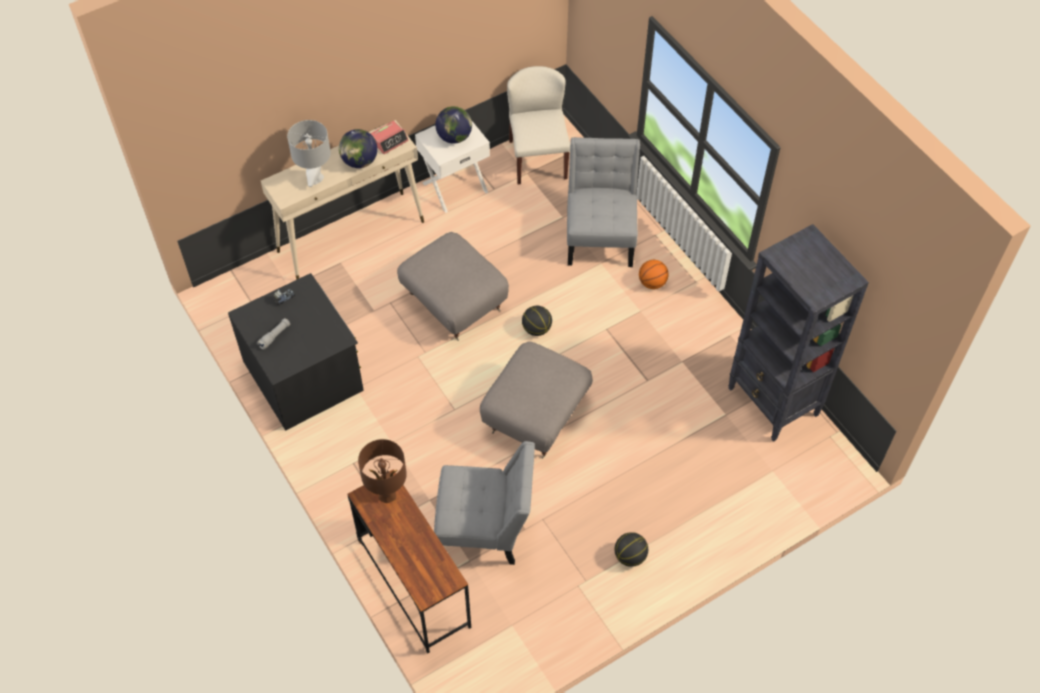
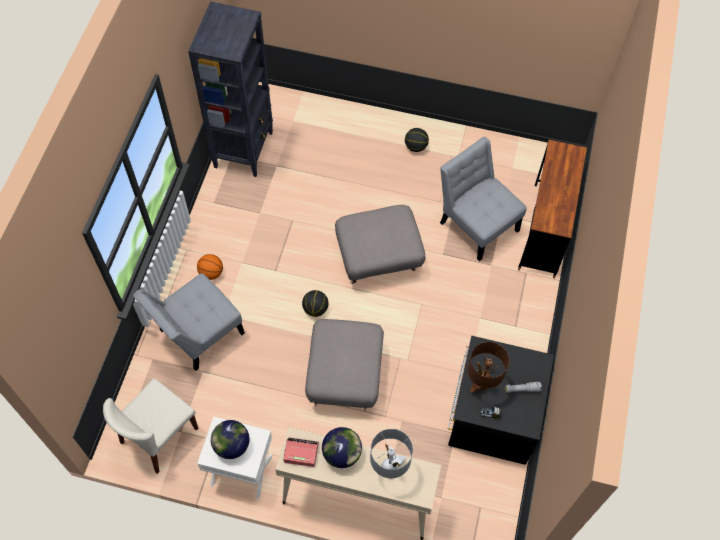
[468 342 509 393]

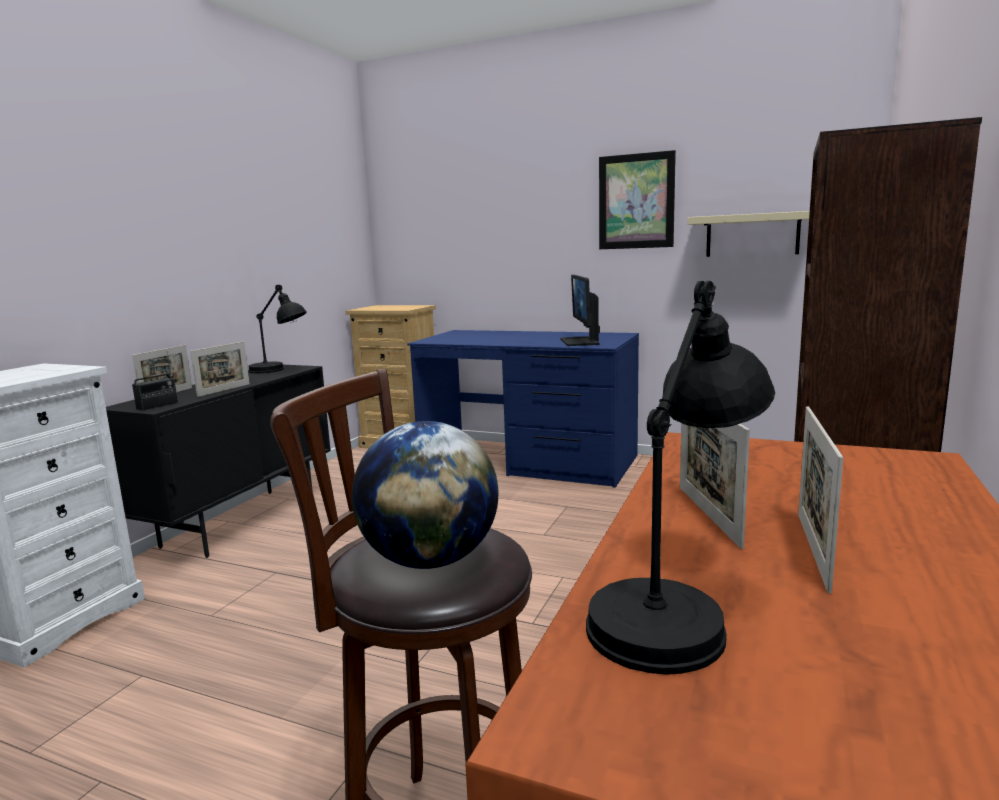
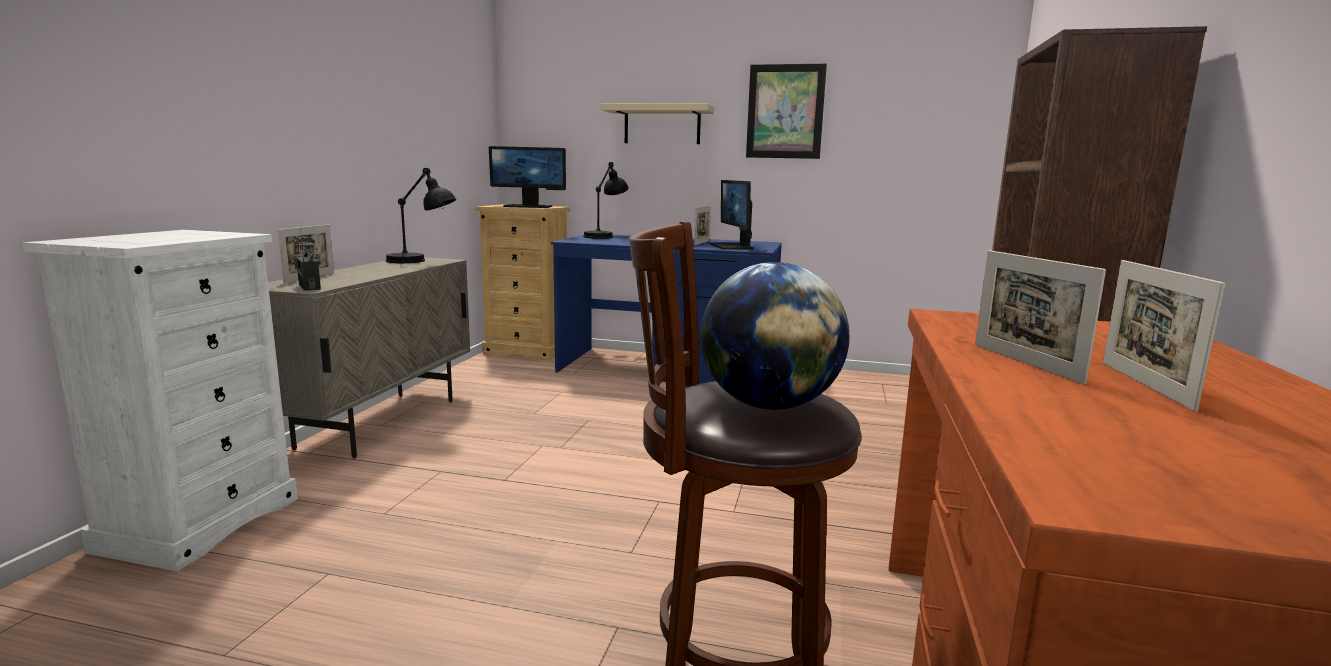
[489 146 566 208]
[694 206 711 245]
[583 162 629 239]
[601 103 714 144]
[268 257 470 459]
[296 229 321 291]

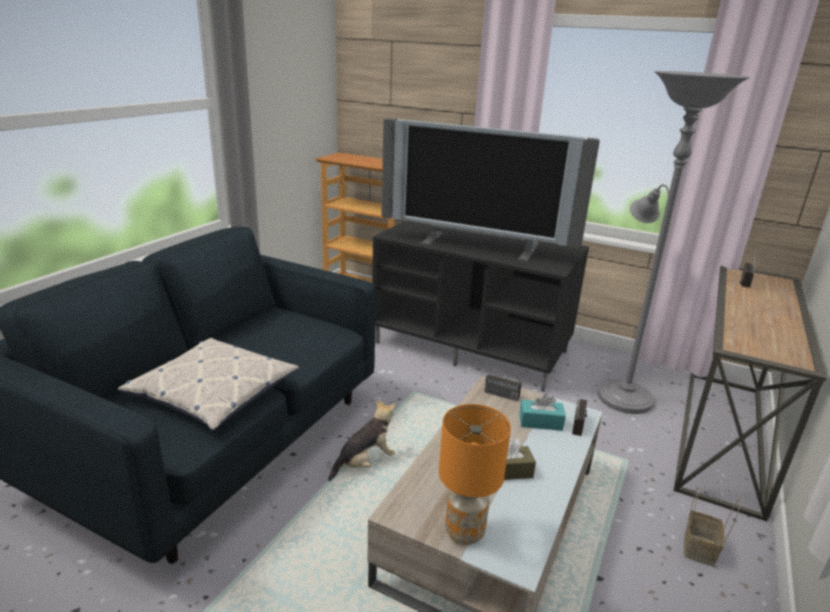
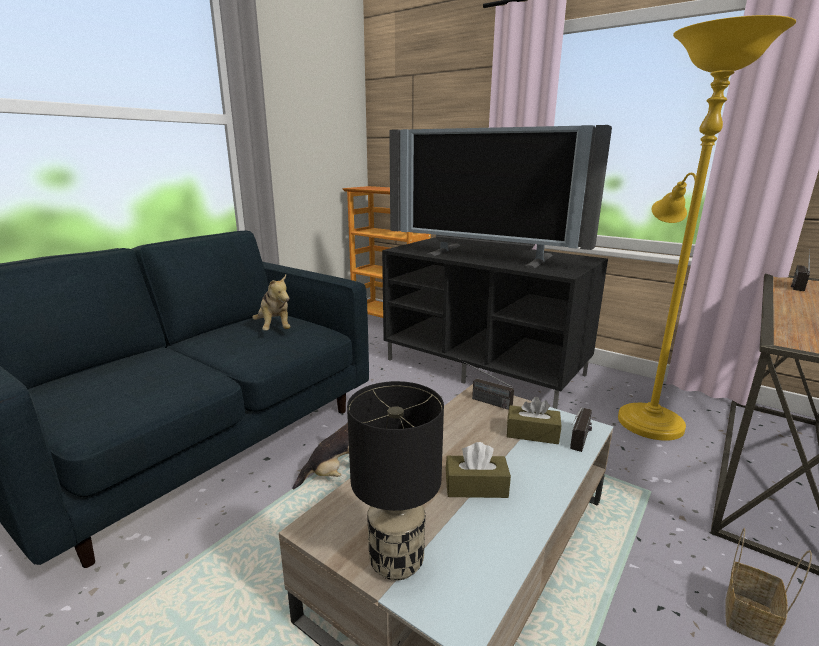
[118 338 299 430] (first image)
[252 275 291 331]
[347 381 444 581]
[507 397 561 444]
[618 15 796 441]

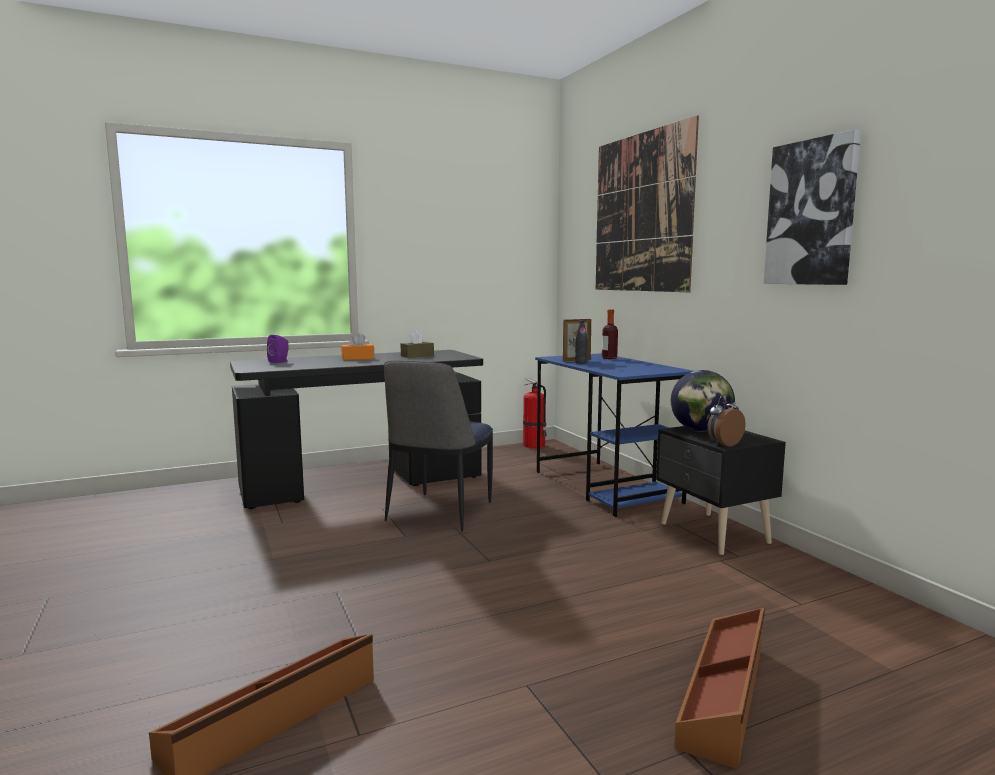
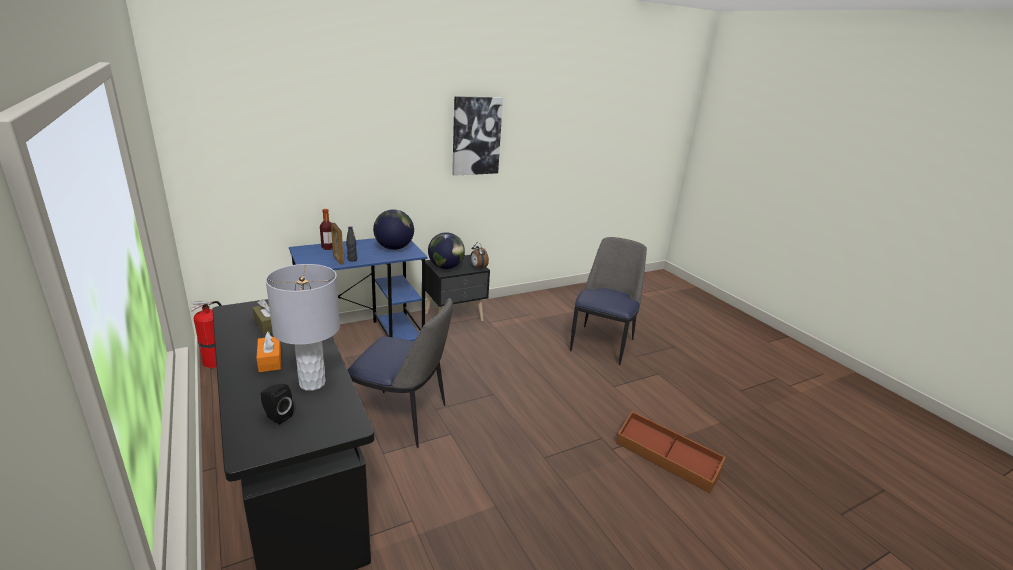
[596 115 699 292] (first image)
[265 264 340 391]
[373 209 414 250]
[570 237 647 365]
[261 384 294 424]

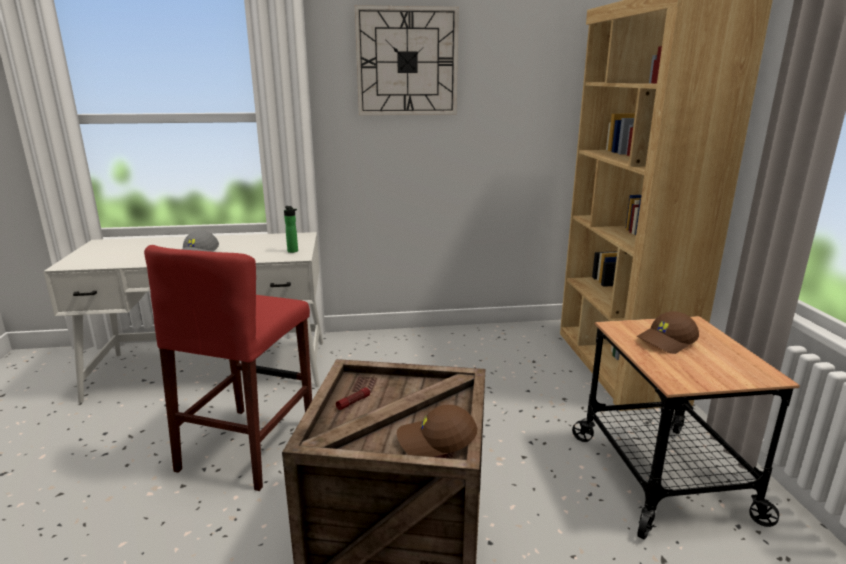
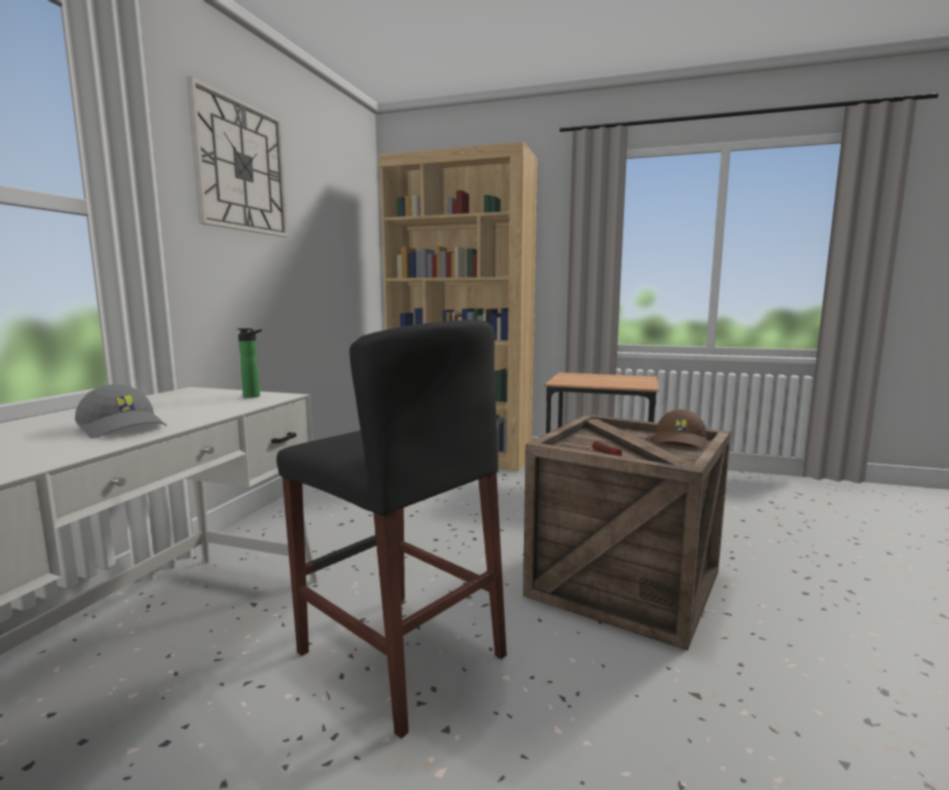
[637 311 699 354] (first image)
[277 320 507 739]

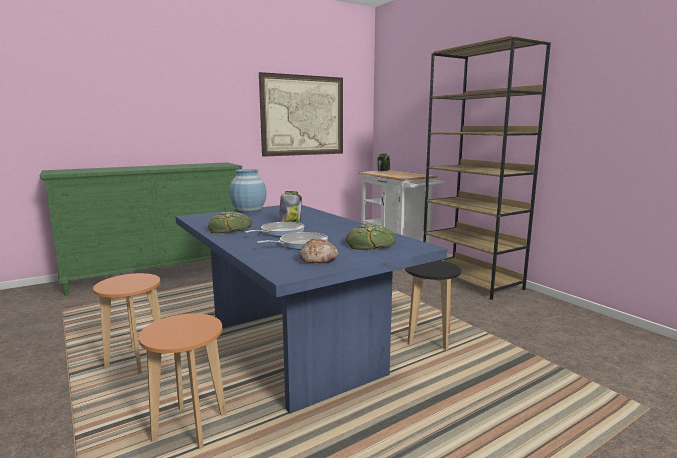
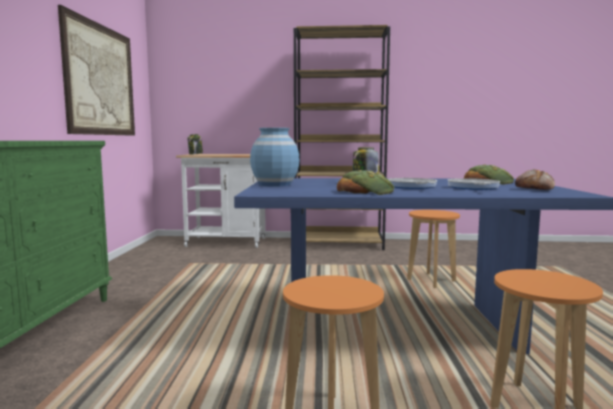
[407 210 460 288]

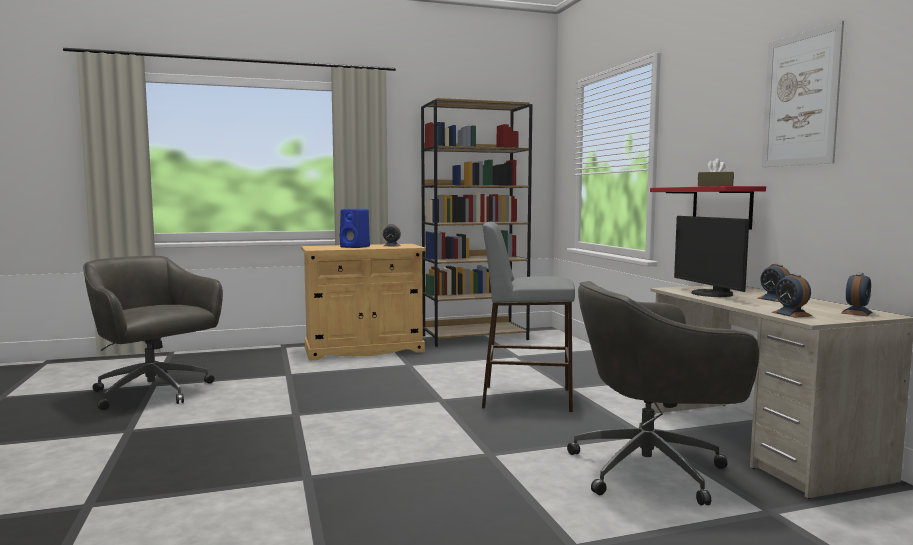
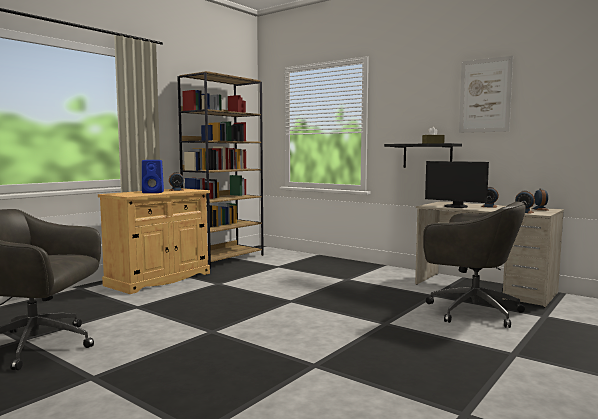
[482 222 575 412] (first image)
[384 143 462 168]
[423 201 526 328]

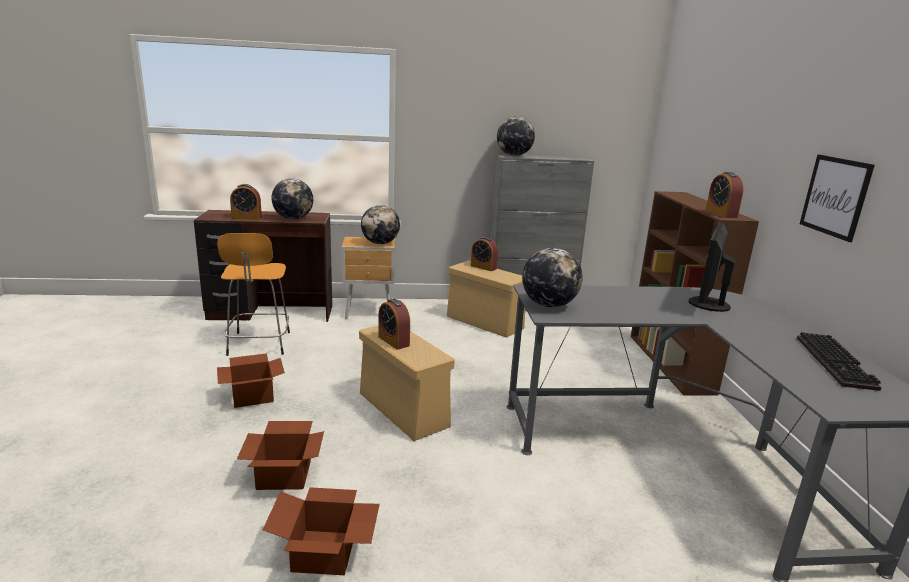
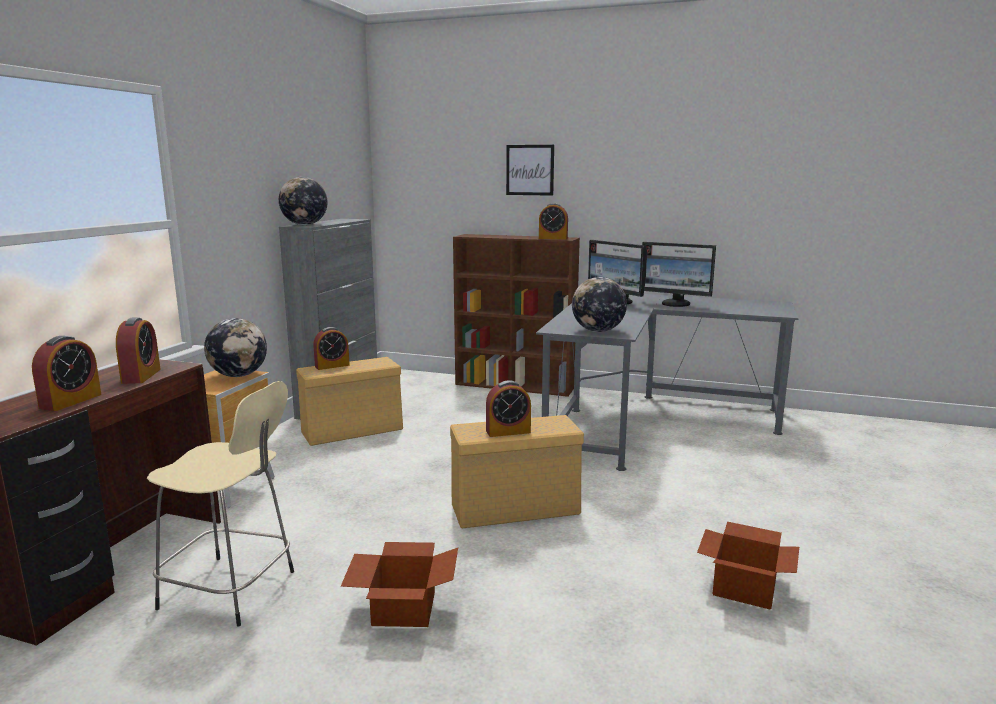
[237 421 324 490] (first image)
[797 332 882 391] (first image)
[642 242 716 307]
[506 145 554 196]
[116 317 161 384]
[147 381 294 627]

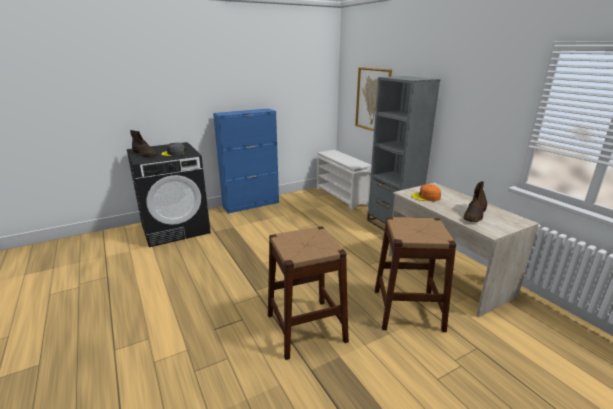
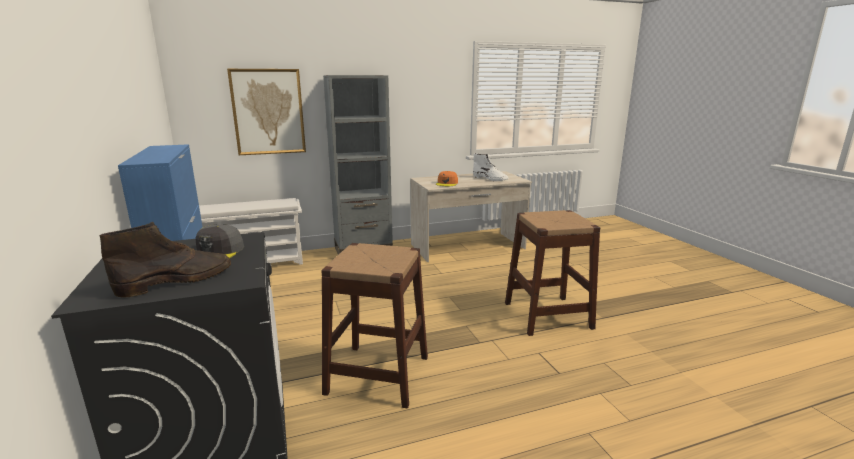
[321 243 428 409]
[473 153 508 181]

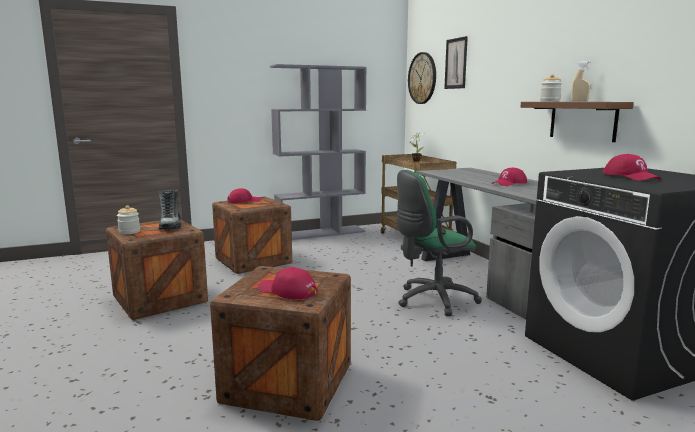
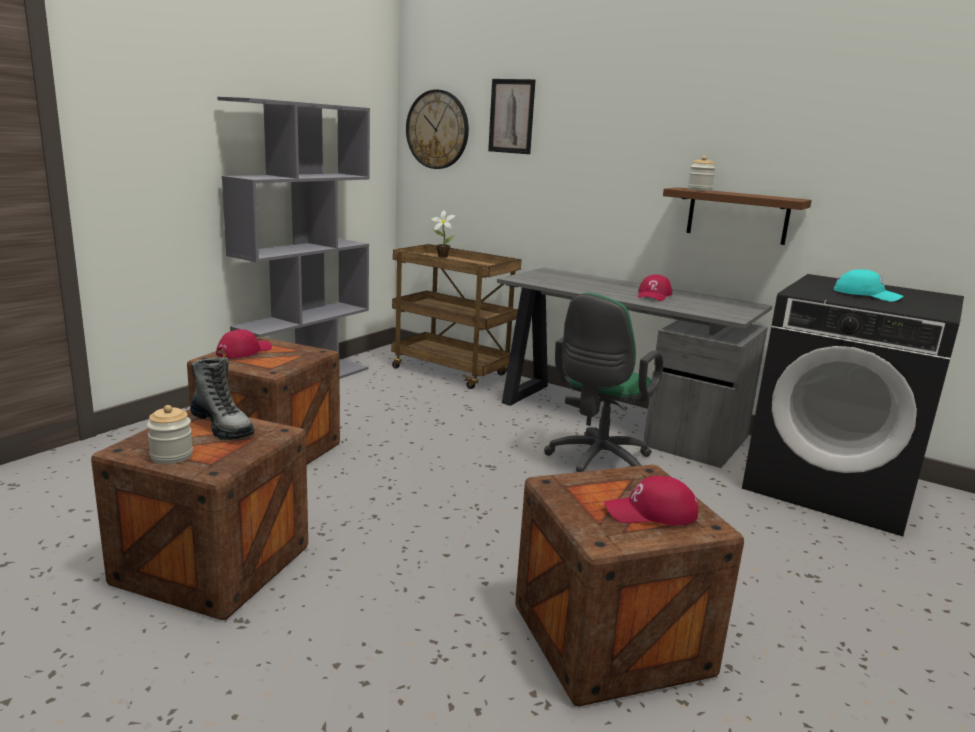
[571 61 591 102] (first image)
[834 269 903 302]

